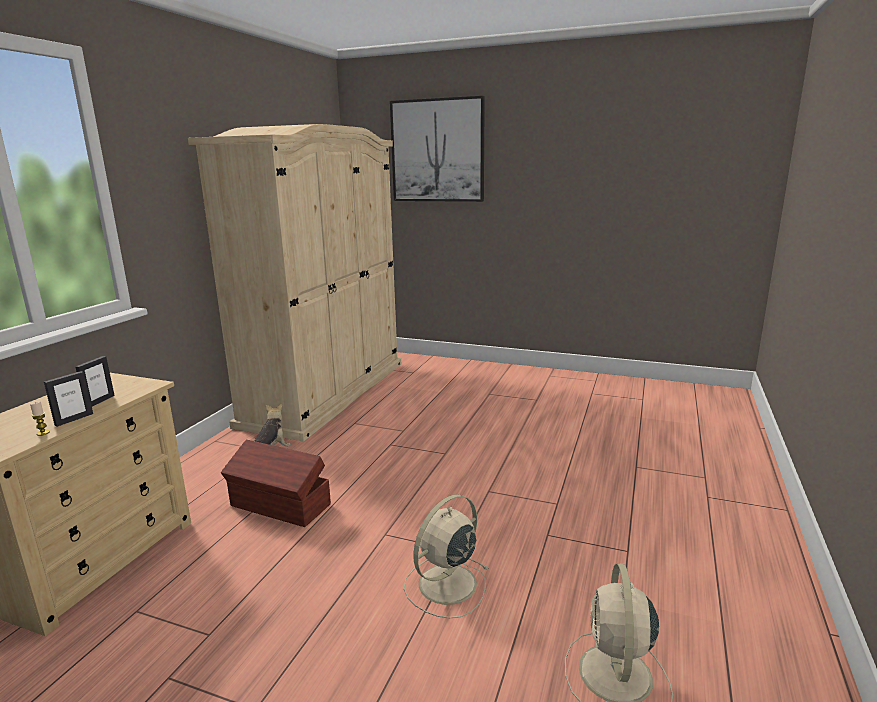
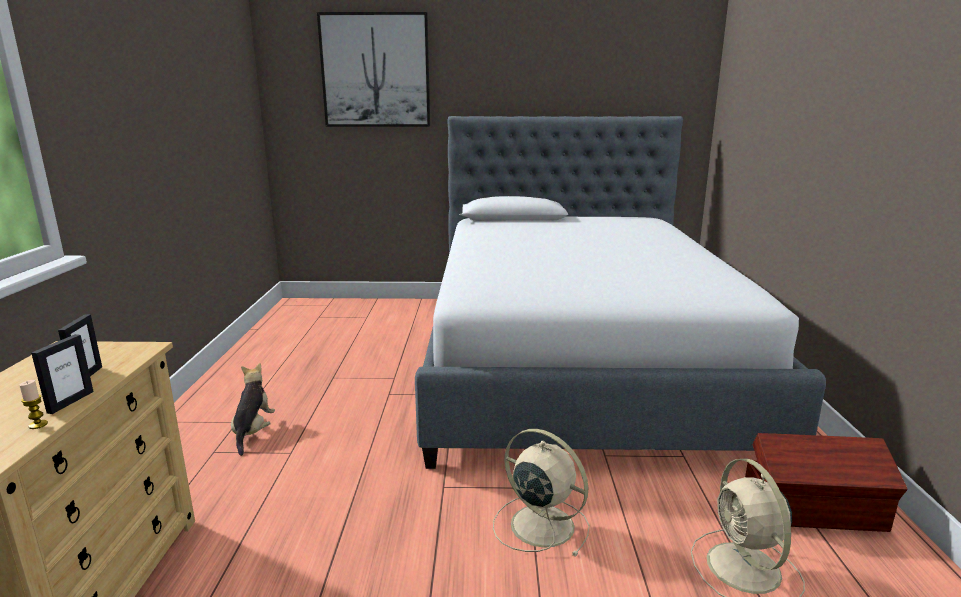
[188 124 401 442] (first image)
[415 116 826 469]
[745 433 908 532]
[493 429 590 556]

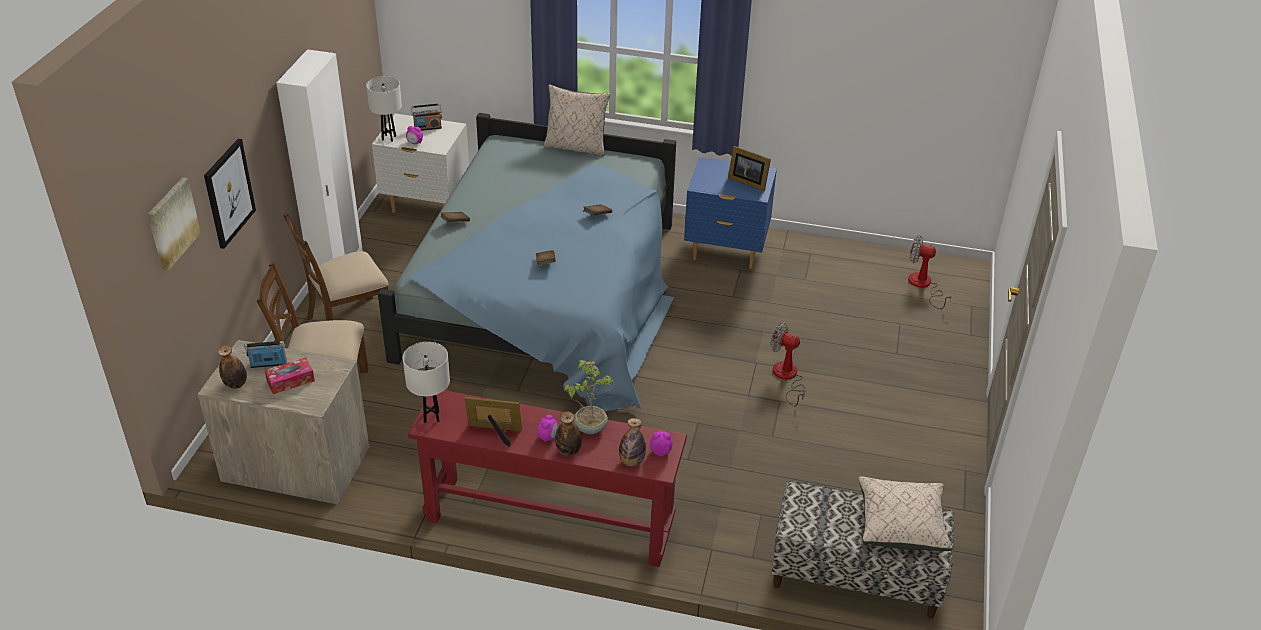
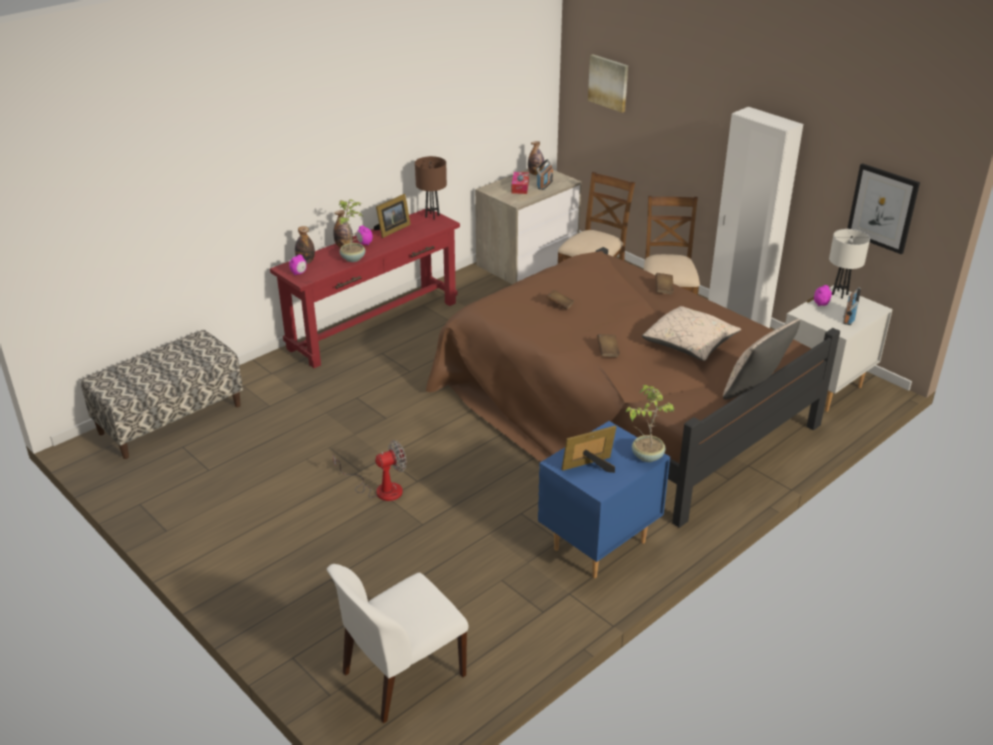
[625 385 675 462]
[847 163 920 254]
[642 306 741 361]
[327 564 469 723]
[426 247 840 528]
[415 156 447 220]

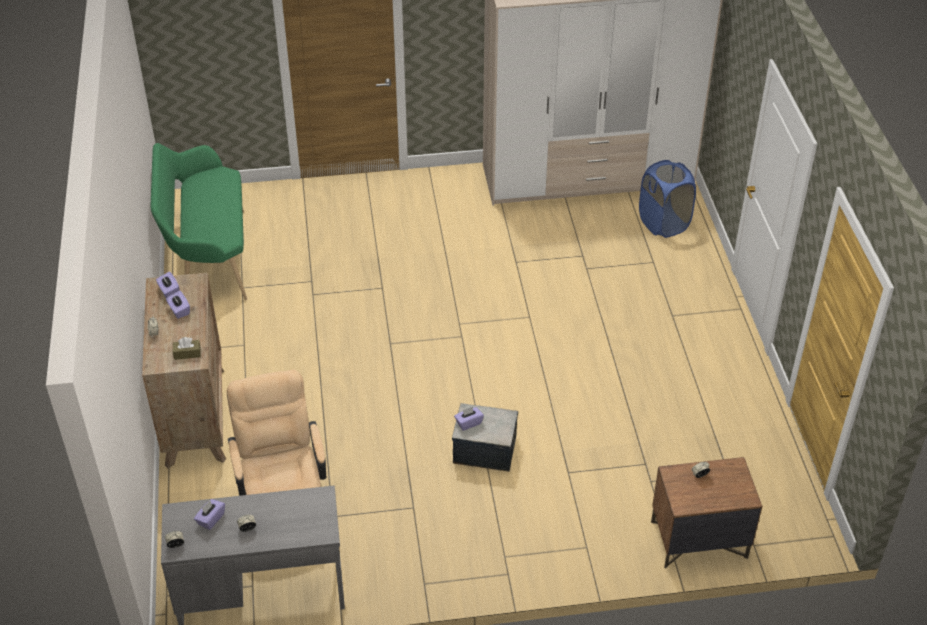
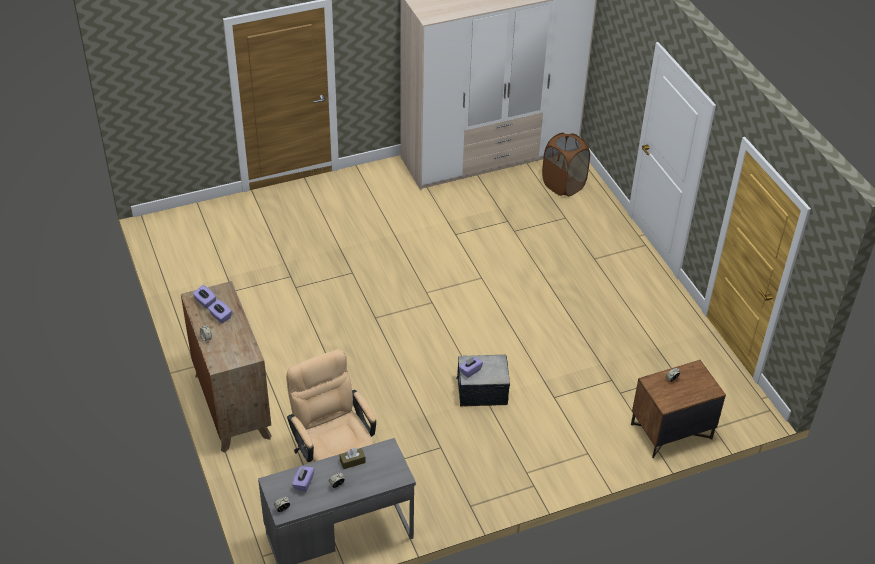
[151 143 247 300] (first image)
[339 448 366 469]
[542 133 590 197]

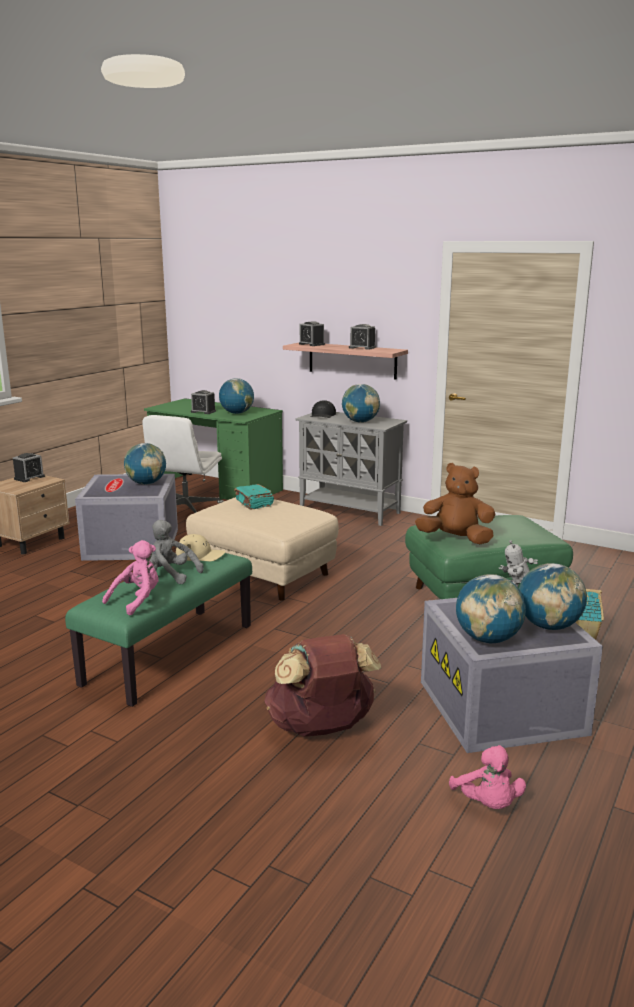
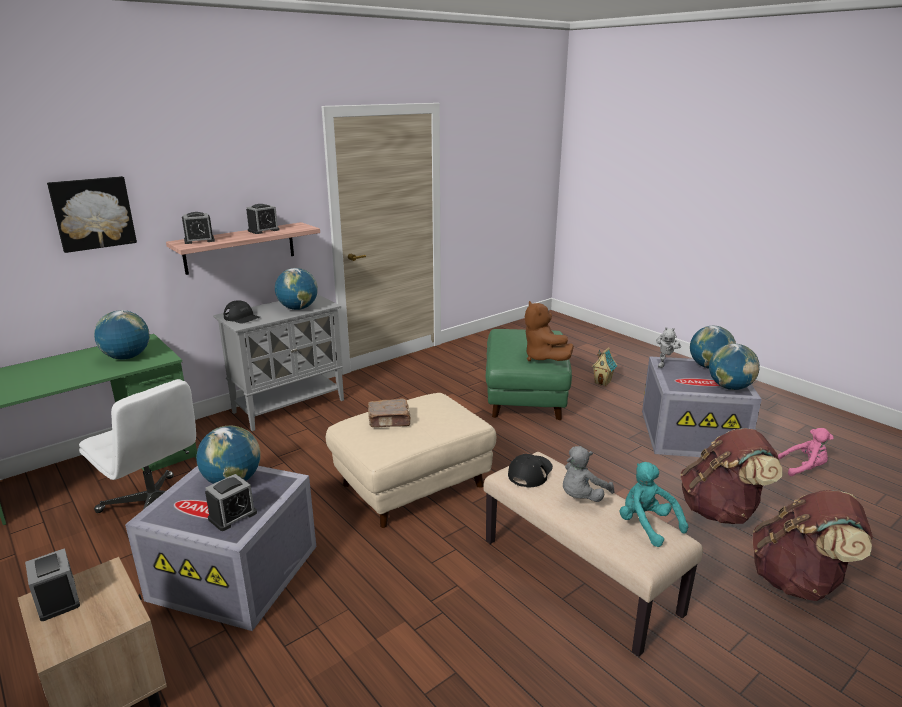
[47 176 137 253]
[753 490 873 601]
[205 474 257 531]
[484 452 703 657]
[620 462 688 547]
[508 454 553 488]
[368 398 411 427]
[525 301 574 361]

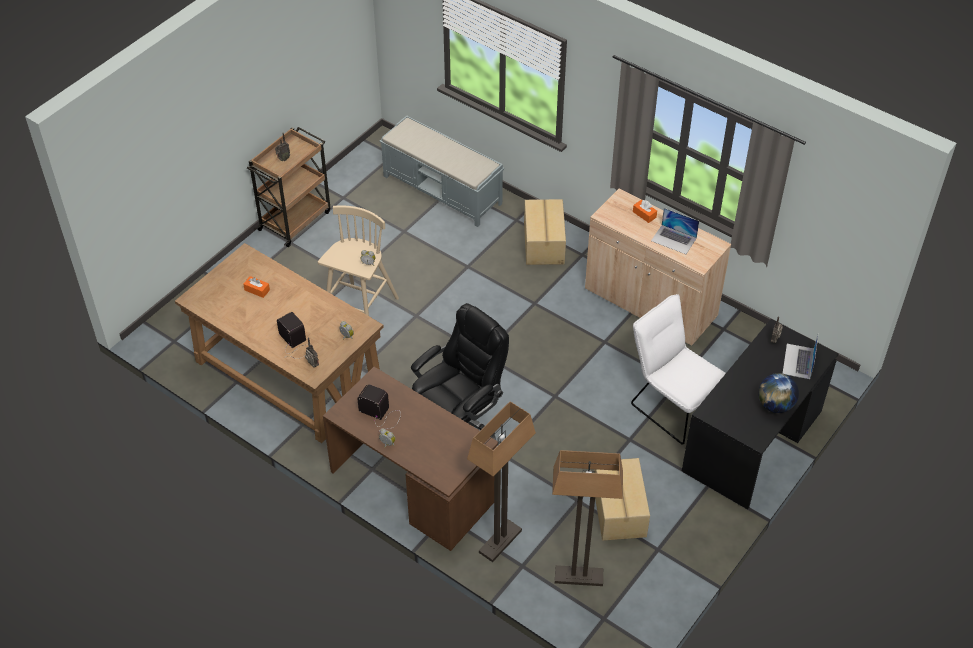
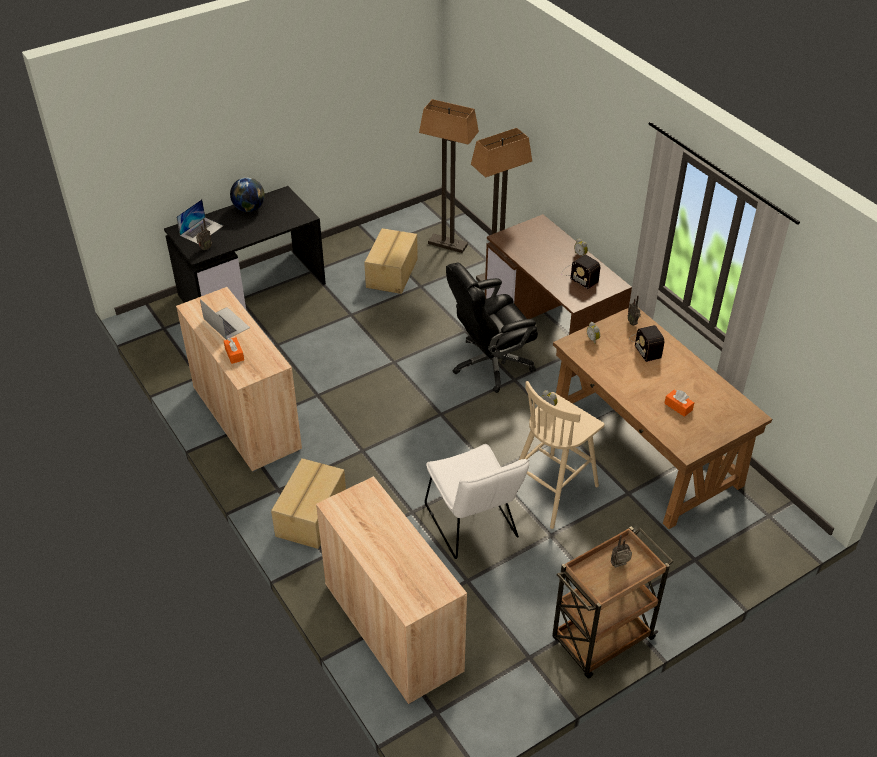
[425 444 530 559]
[316 476 467 704]

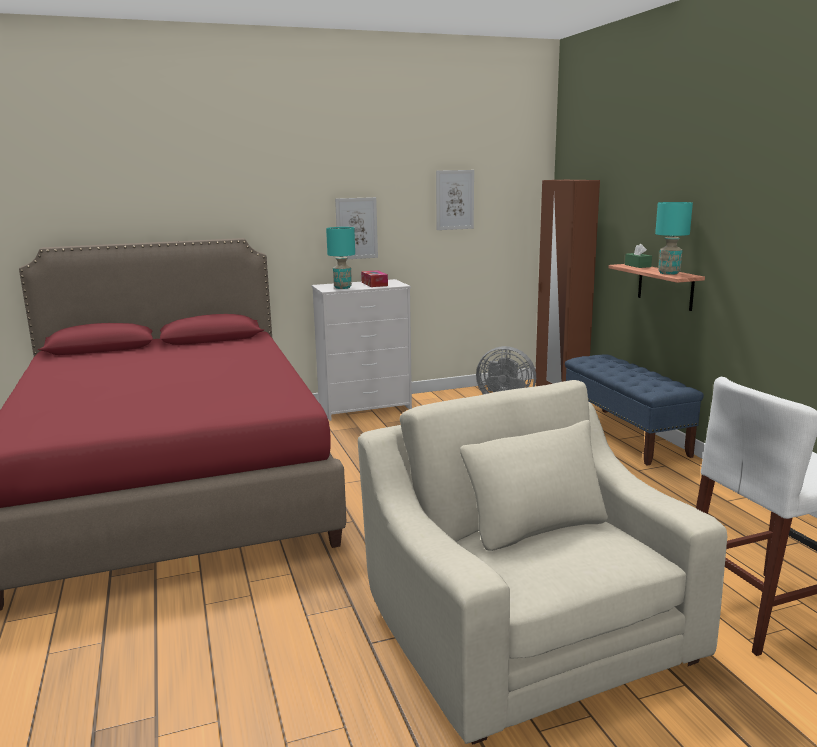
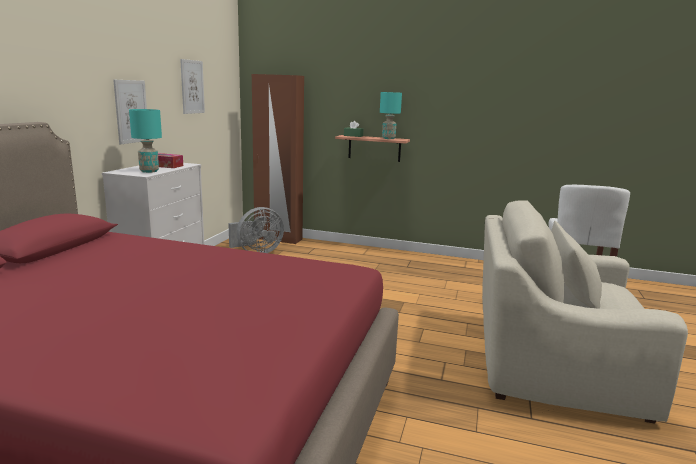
[565 354 704 466] (first image)

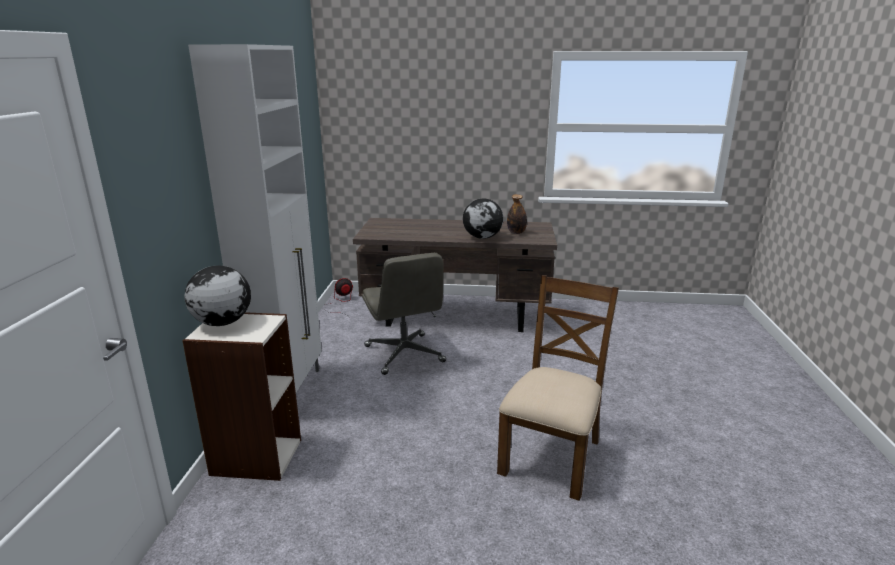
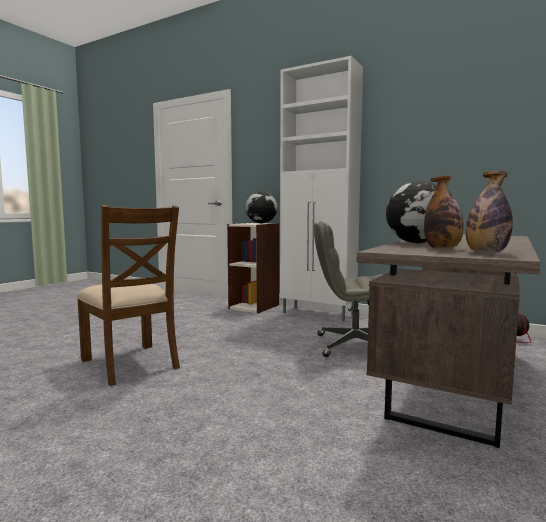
[466 171 513 253]

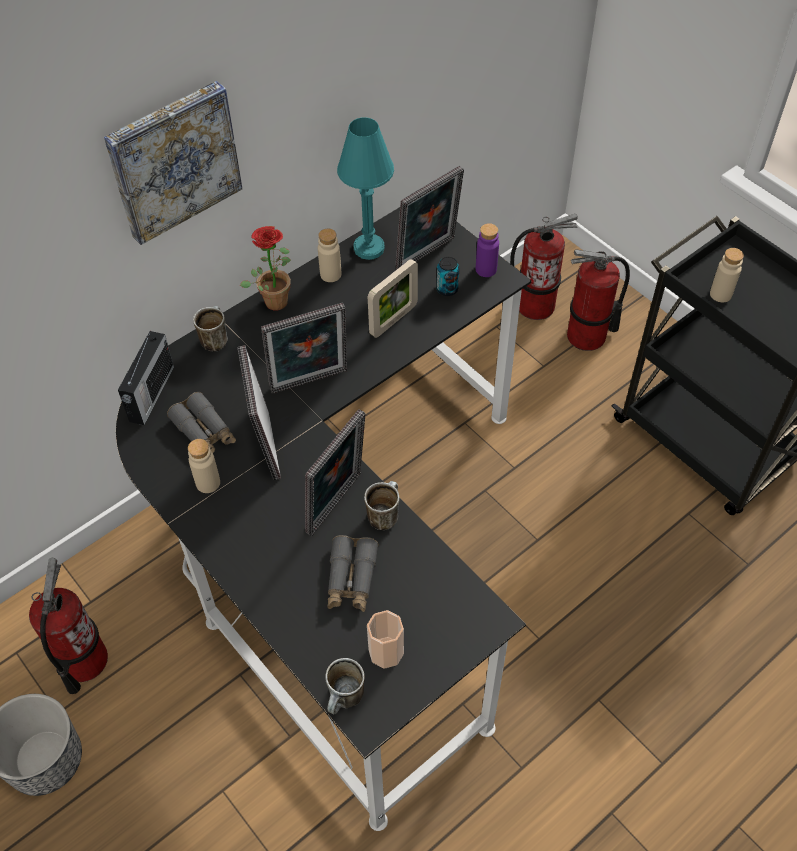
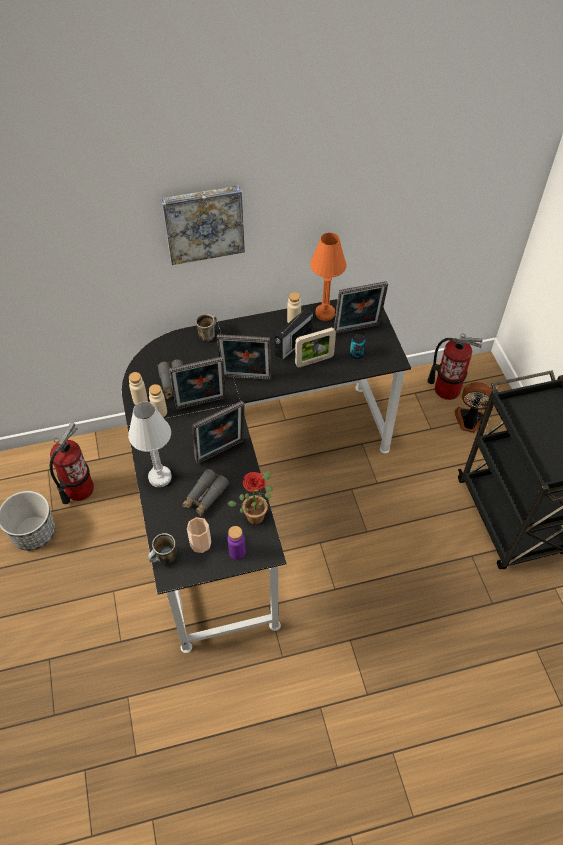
[364 481 400 530] (first image)
[128 401 172 487]
[275 308 313 360]
[227 471 273 525]
[227 526 246 560]
[129 372 148 405]
[455 382 493 433]
[310 233 347 321]
[169 357 226 410]

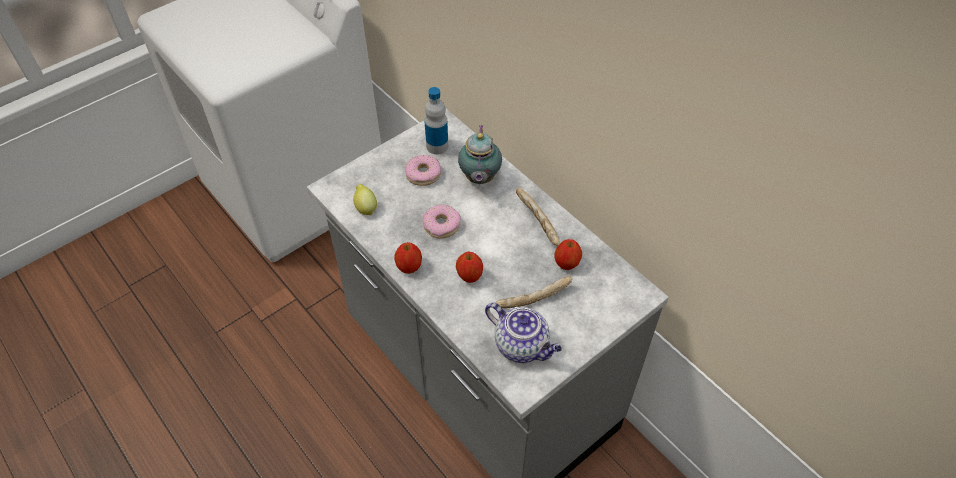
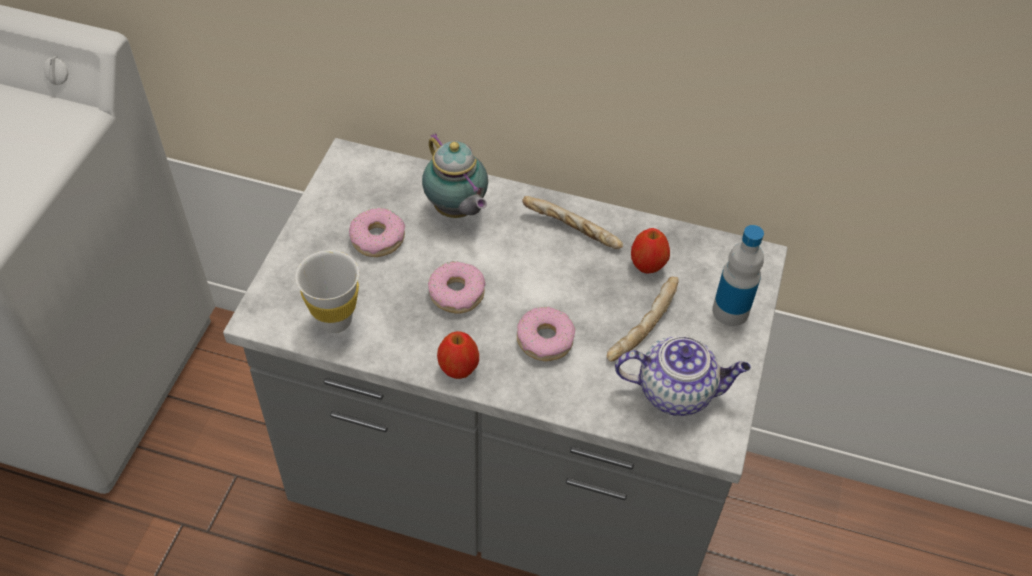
[712 225 764 326]
[295 250 359 333]
[517 307 575 361]

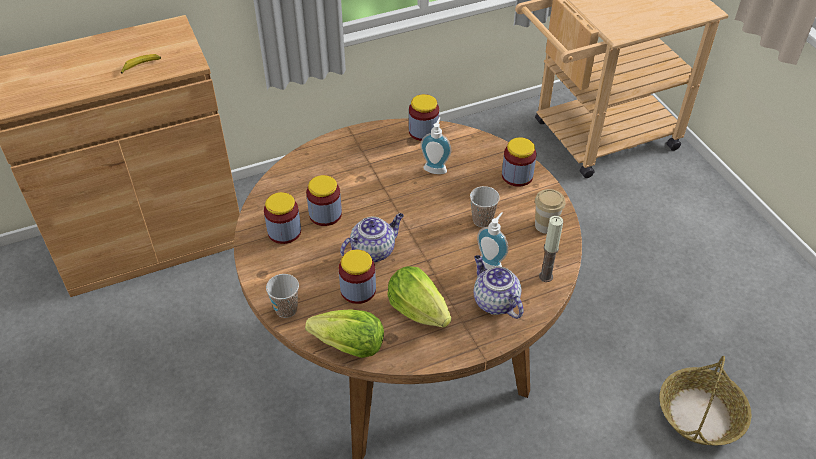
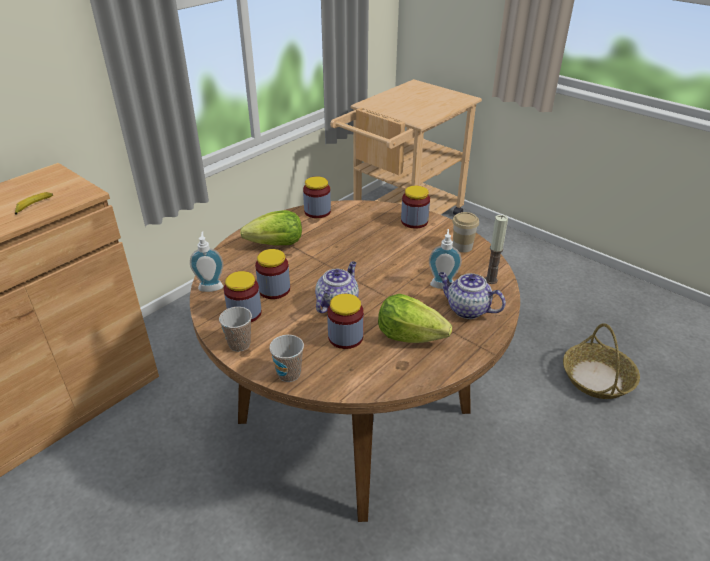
[240 210 302 246]
[190 231 223 292]
[219 307 252 352]

